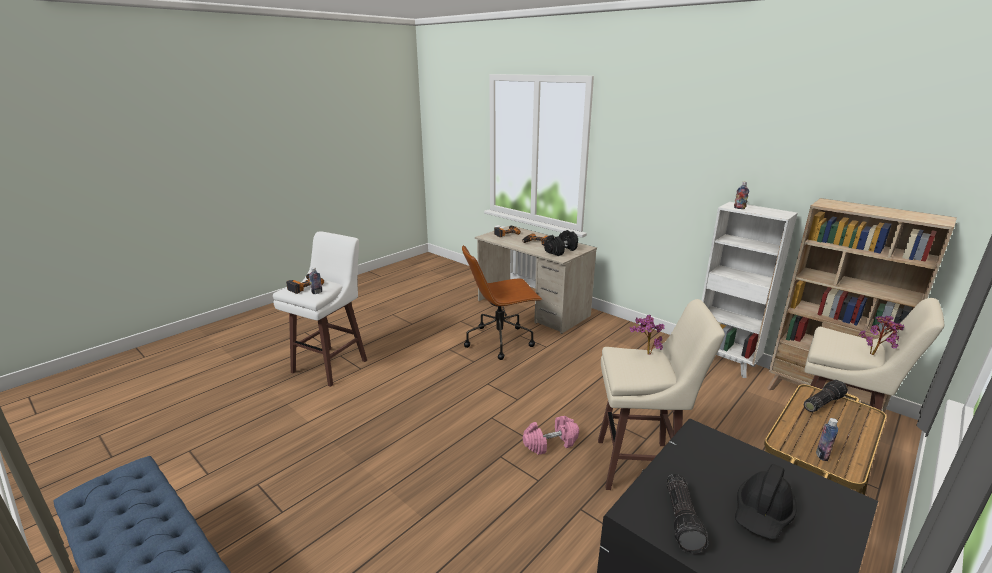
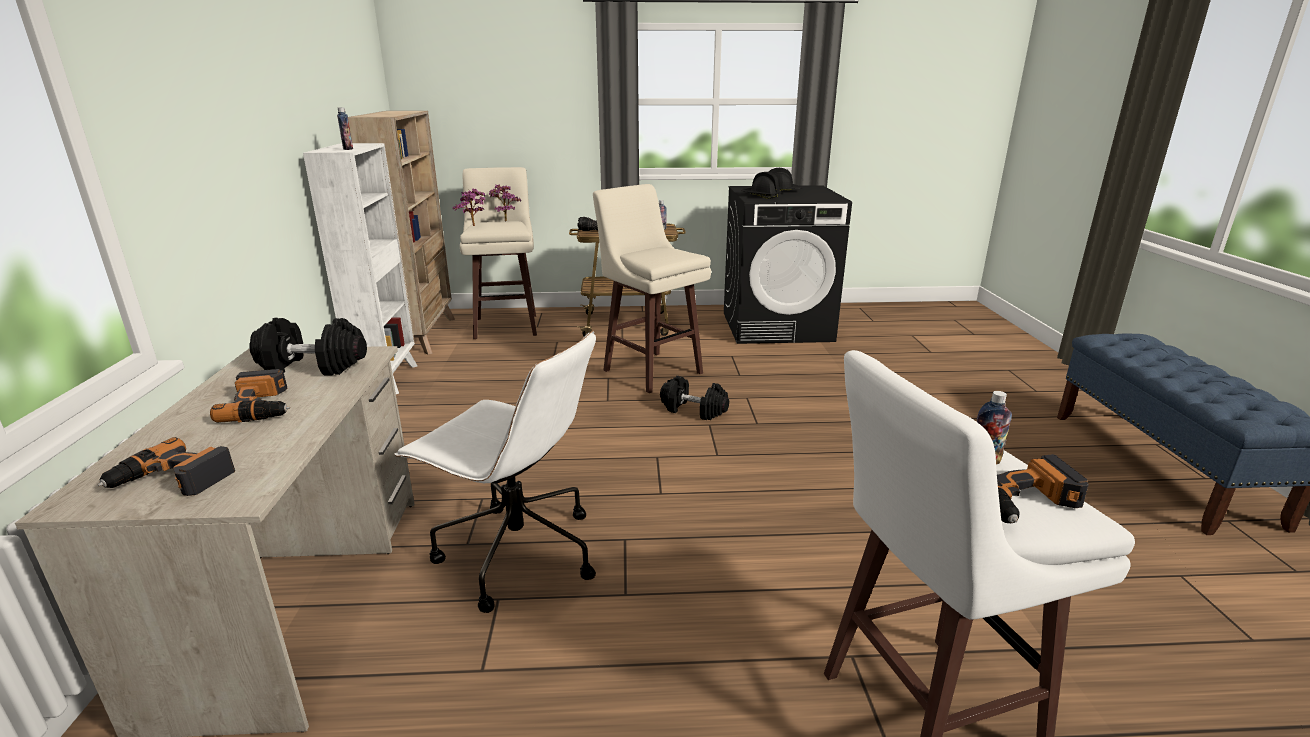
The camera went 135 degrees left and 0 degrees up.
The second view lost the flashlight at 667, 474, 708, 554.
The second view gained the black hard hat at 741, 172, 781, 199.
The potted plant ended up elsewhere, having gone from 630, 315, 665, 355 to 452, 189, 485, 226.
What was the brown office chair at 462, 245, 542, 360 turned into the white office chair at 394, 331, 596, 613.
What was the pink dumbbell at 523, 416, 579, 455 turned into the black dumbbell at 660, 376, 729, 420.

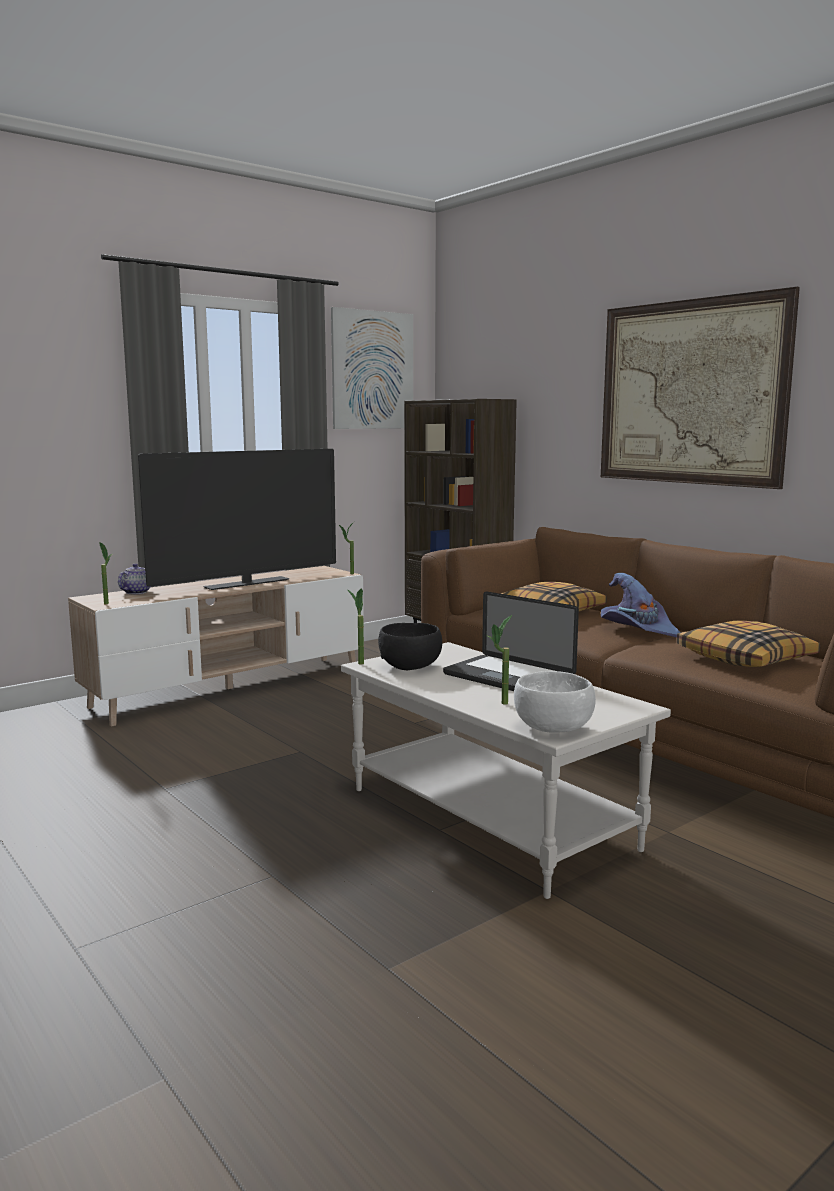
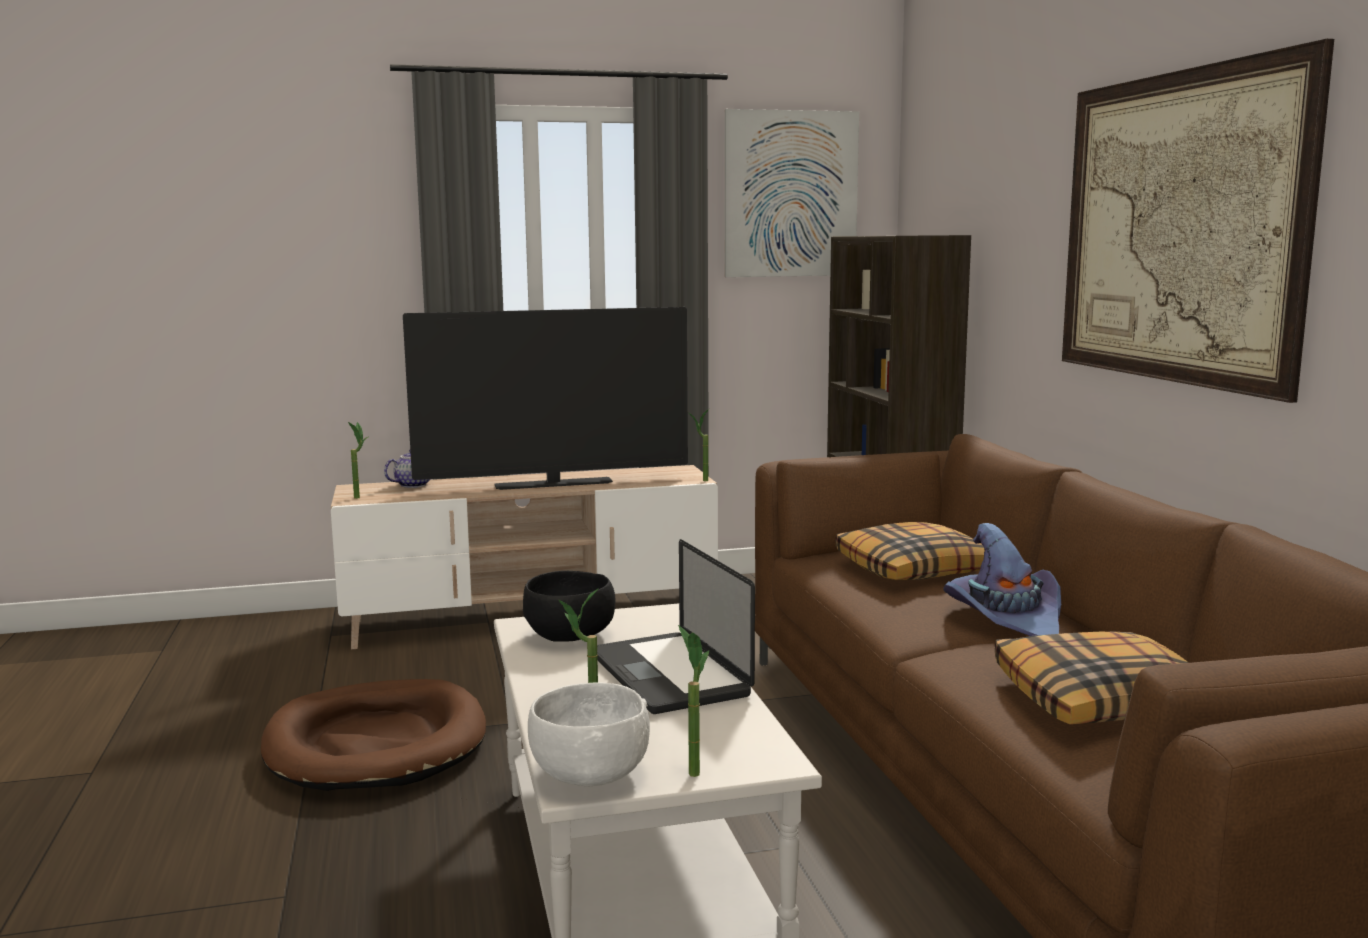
The camera went 25 degrees right and 0 degrees up.
The second view gained the brown dog bed at 261, 679, 486, 791.
The potted plant ended up elsewhere, having gone from 347, 588, 364, 665 to 678, 625, 709, 777.

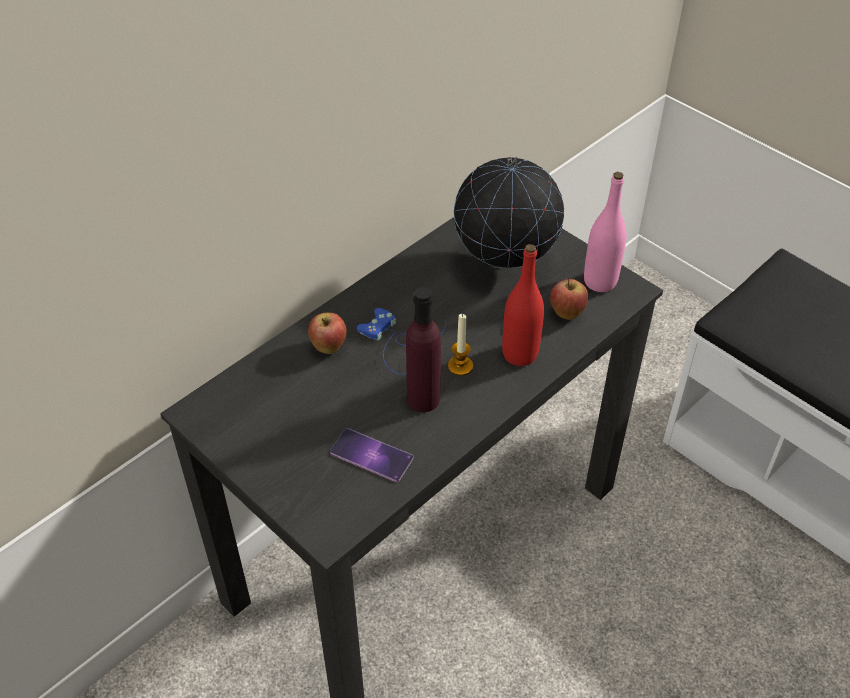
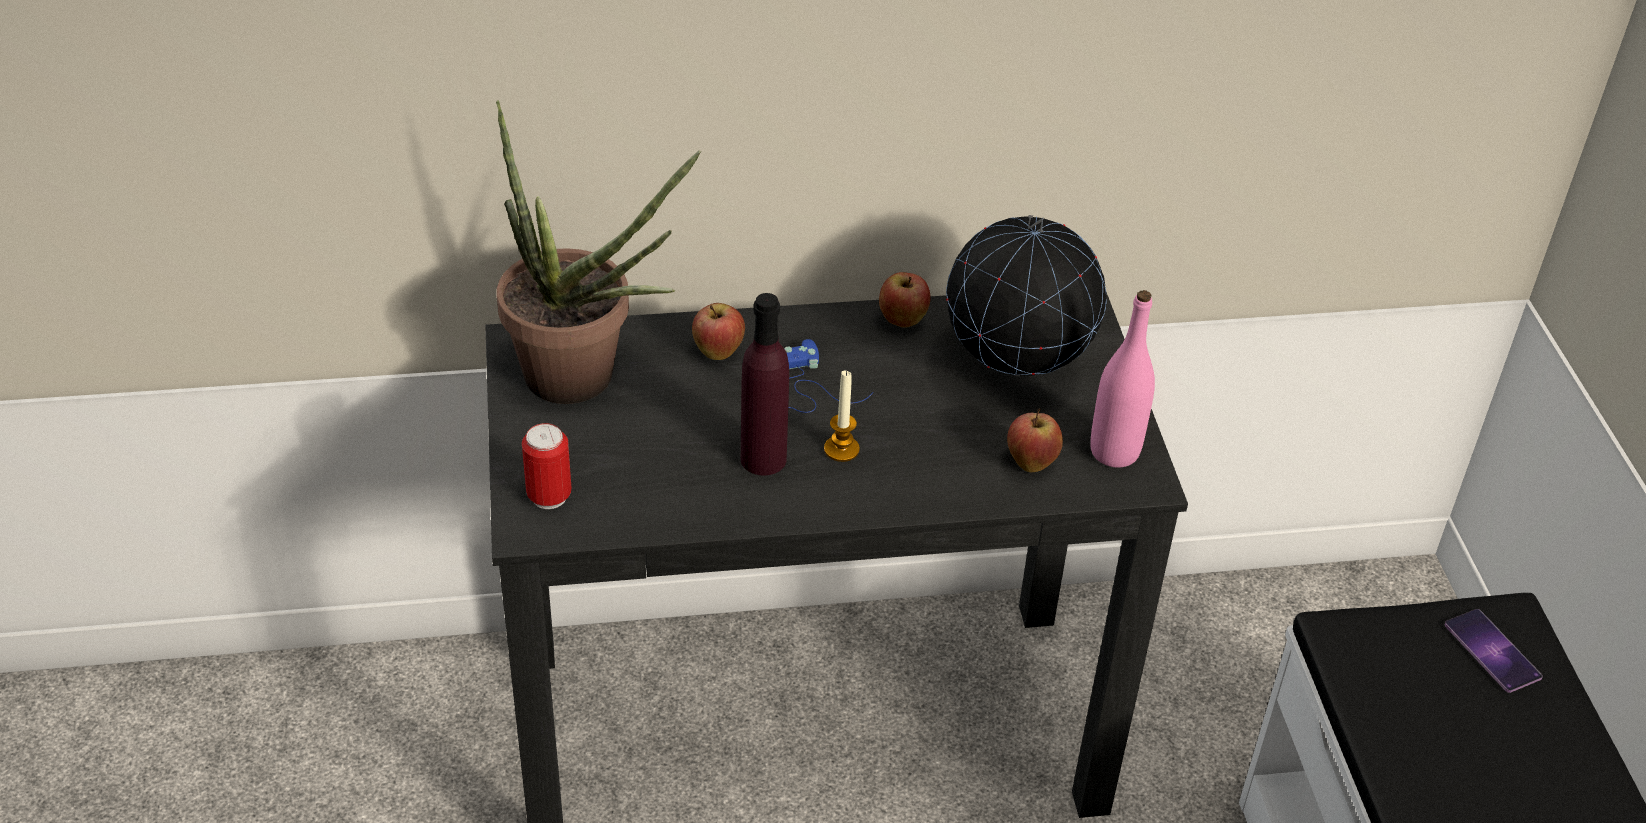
The camera went 35 degrees right and 5 degrees down.
The second view lost the red bottle at 502, 244, 544, 366.
The second view gained the potted plant at 496, 100, 701, 404.
The second view gained the can at 522, 423, 571, 509.
The second view gained the apple at 879, 272, 931, 328.
The phone ended up elsewhere, having gone from 330, 428, 414, 482 to 1445, 609, 1543, 693.

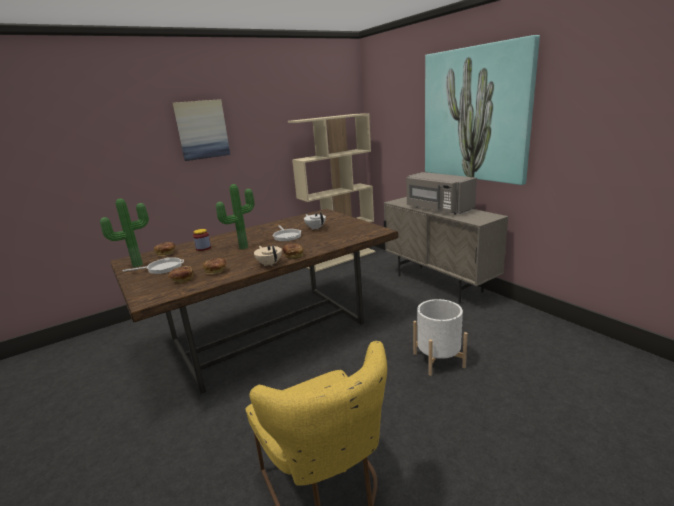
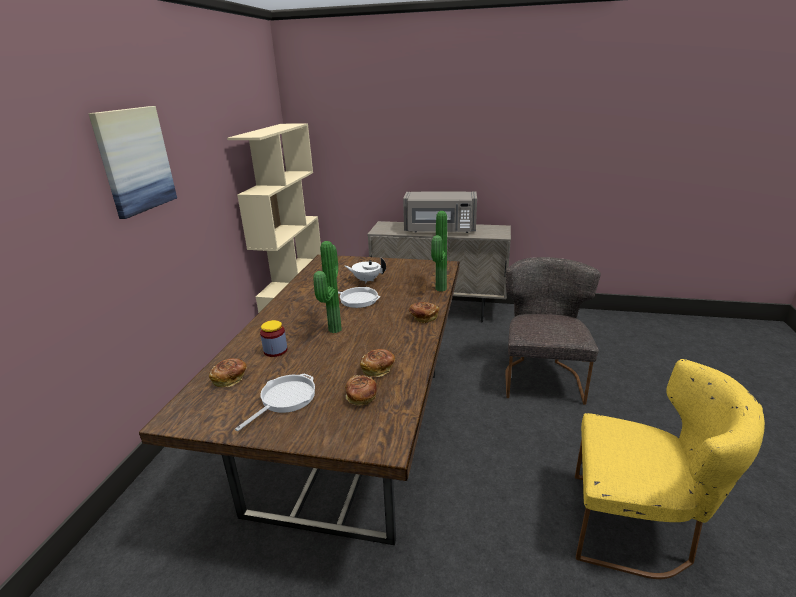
The camera went 45 degrees left and 5 degrees up.
The second view lost the beige teapot at 254, 245, 282, 266.
The second view lost the picture at 425, 35, 540, 185.
The potted plant ended up elsewhere, having gone from 100, 198, 149, 267 to 431, 211, 447, 291.
Where the white planter stood at 413, 299, 468, 376, the grey chair came to stand at 505, 257, 601, 405.

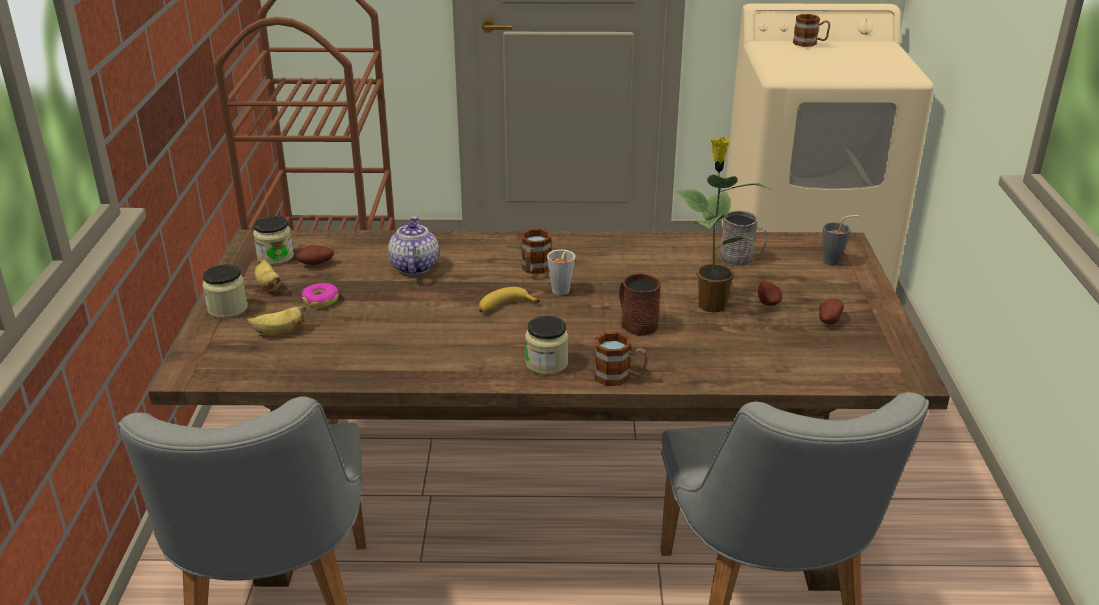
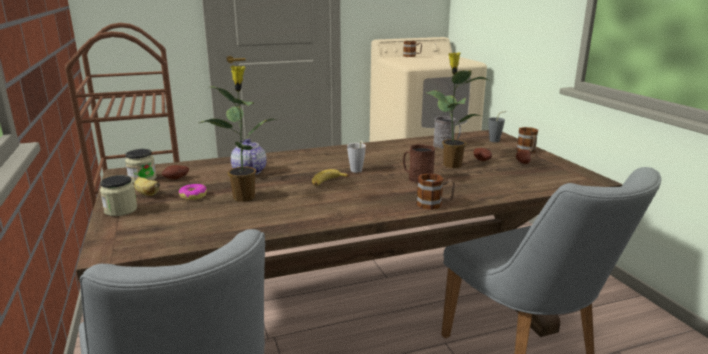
The camera went 20 degrees left and 10 degrees down.
The second view lost the banana at 247, 305, 306, 335.
The second view lost the jar at 525, 316, 568, 375.
The second view gained the potted plant at 200, 66, 277, 202.
The mug ended up elsewhere, having gone from 521, 228, 551, 274 to 516, 127, 538, 154.

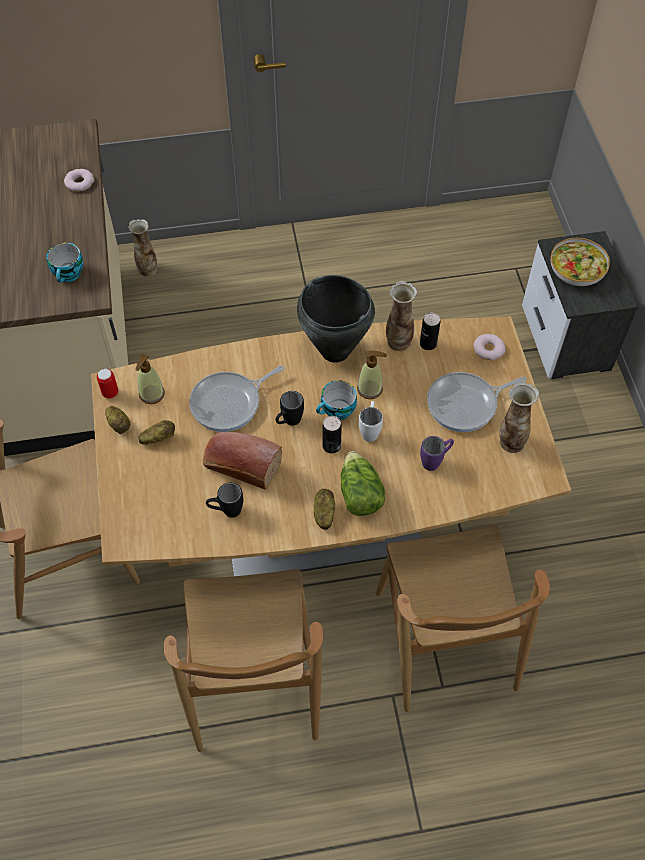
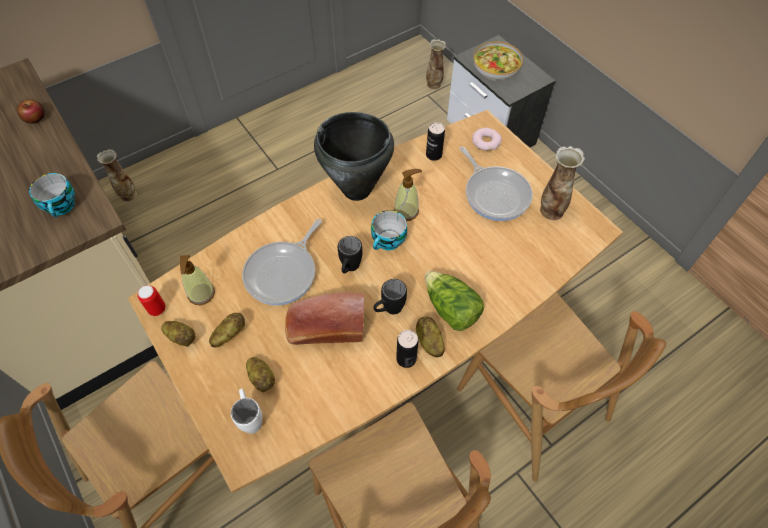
The camera went 25 degrees left and 0 degrees up.
The second view lost the purple mug at 420, 436, 454, 471.
The second view gained the potato at 246, 357, 275, 393.
The black mug ended up elsewhere, having gone from 206, 483, 243, 518 to 373, 279, 407, 314.
The can ended up elsewhere, having gone from 323, 416, 342, 453 to 396, 330, 419, 368.
The white mug ended up elsewhere, having gone from 359, 401, 383, 442 to 231, 388, 263, 434.
The vase ended up elsewhere, having gone from 386, 281, 417, 351 to 426, 39, 446, 89.
Where the donut stood at 64, 169, 94, 192, the apple came to stand at 17, 99, 45, 124.
The frying pan at 427, 372, 527, 432 ended up facing another way, 75 degrees counterclockwise from before.

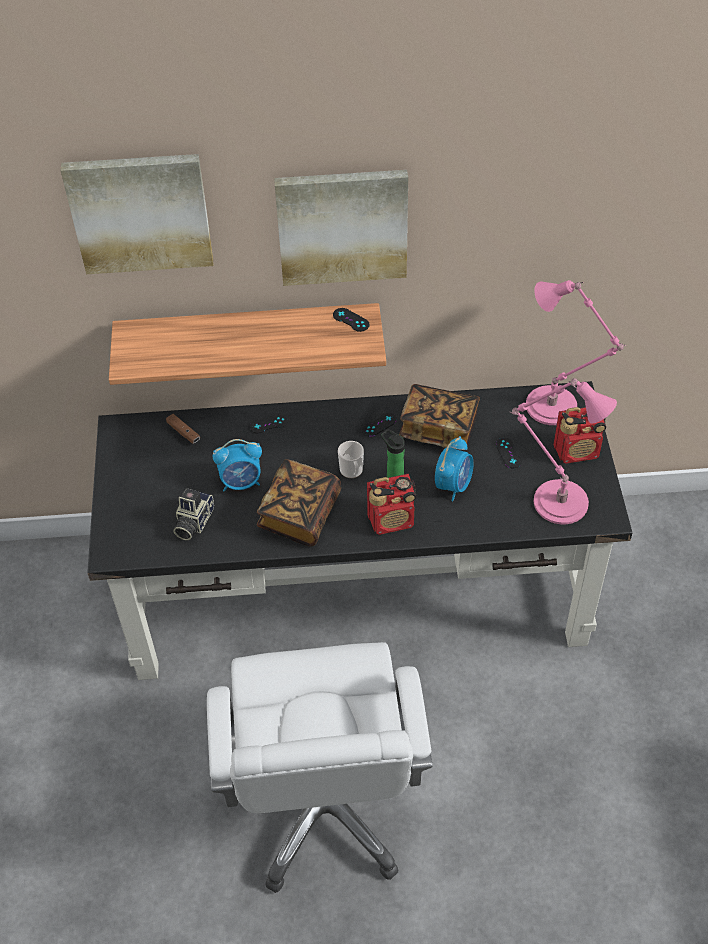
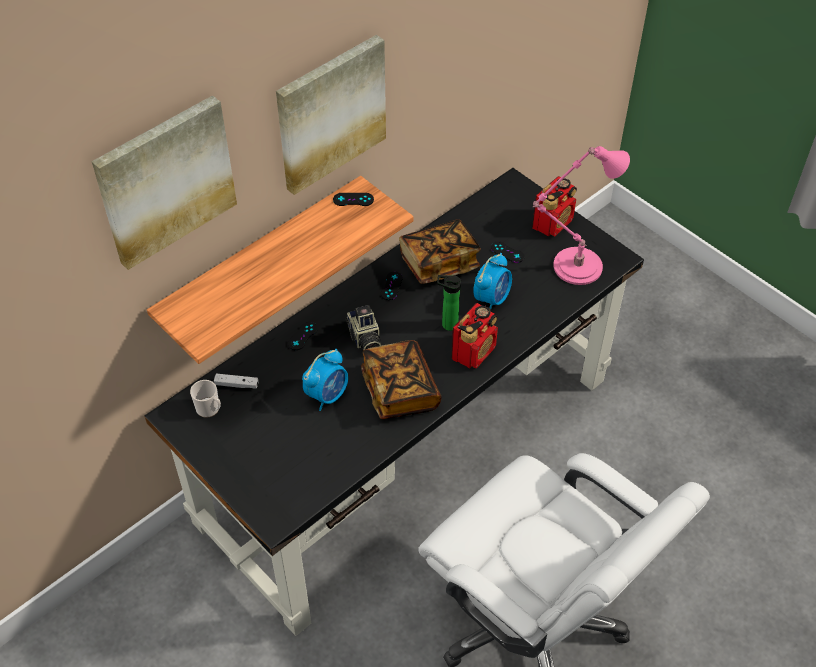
The camera went 40 degrees left and 0 degrees up.
The second view lost the pink table lamp at 526, 280, 626, 425.
The photo camera ended up elsewhere, having gone from 173, 488, 214, 540 to 345, 305, 381, 350.
The mug ended up elsewhere, having gone from 338, 441, 364, 478 to 190, 380, 221, 418.
What was the brown game controller at 166, 414, 200, 444 turned into the white game controller at 214, 373, 259, 389.
The alarm clock at 435, 436, 473, 501 ended up facing another way, 45 degrees clockwise from before.

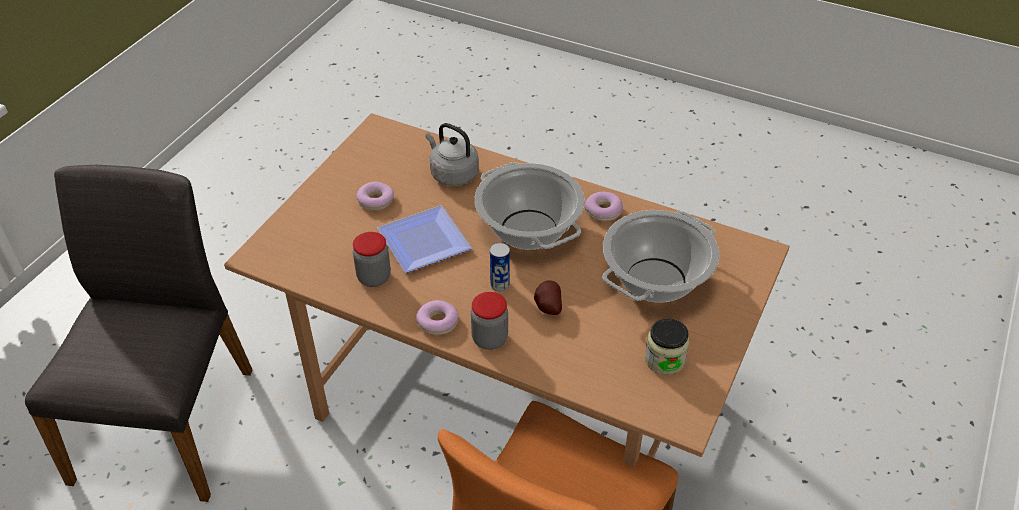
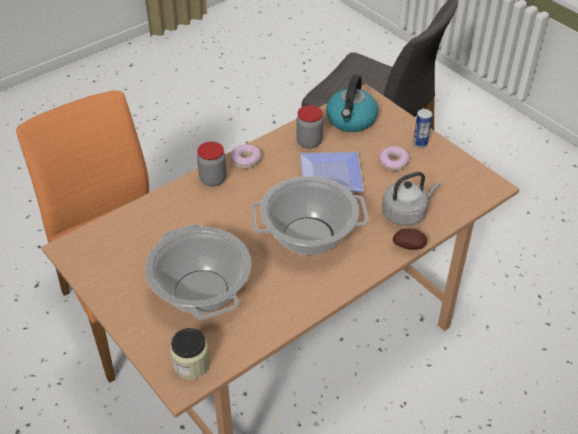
The camera went 115 degrees right and 0 degrees up.
The second view lost the donut at 585, 192, 623, 221.
The second view gained the kettle at 326, 74, 378, 132.
The can ended up elsewhere, having gone from 490, 243, 510, 292 to 413, 109, 432, 148.
The potato ended up elsewhere, having gone from 534, 280, 562, 315 to 393, 229, 427, 250.
The jar ended up elsewhere, having gone from 645, 319, 689, 375 to 170, 328, 210, 380.

